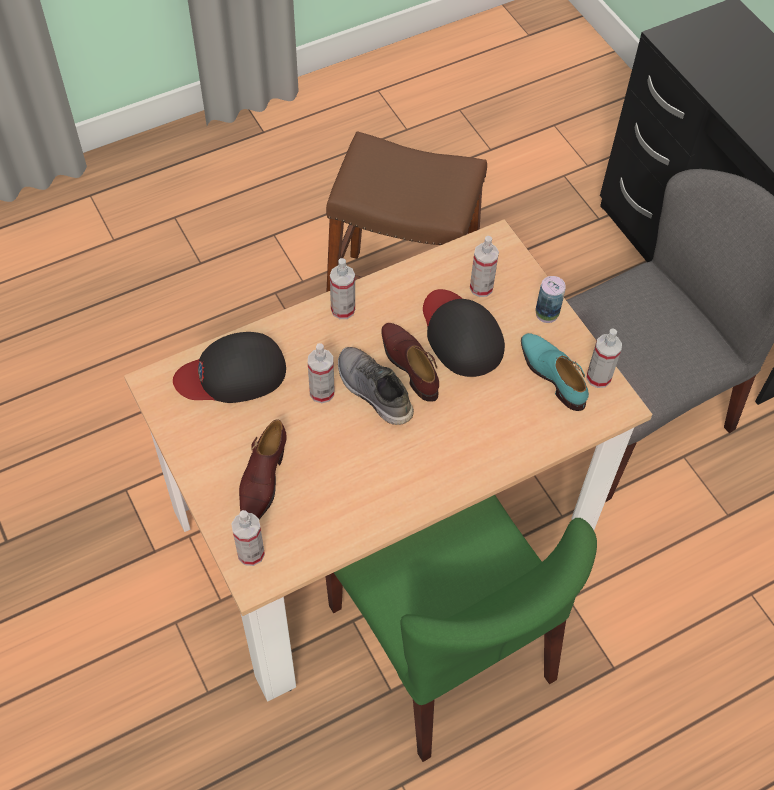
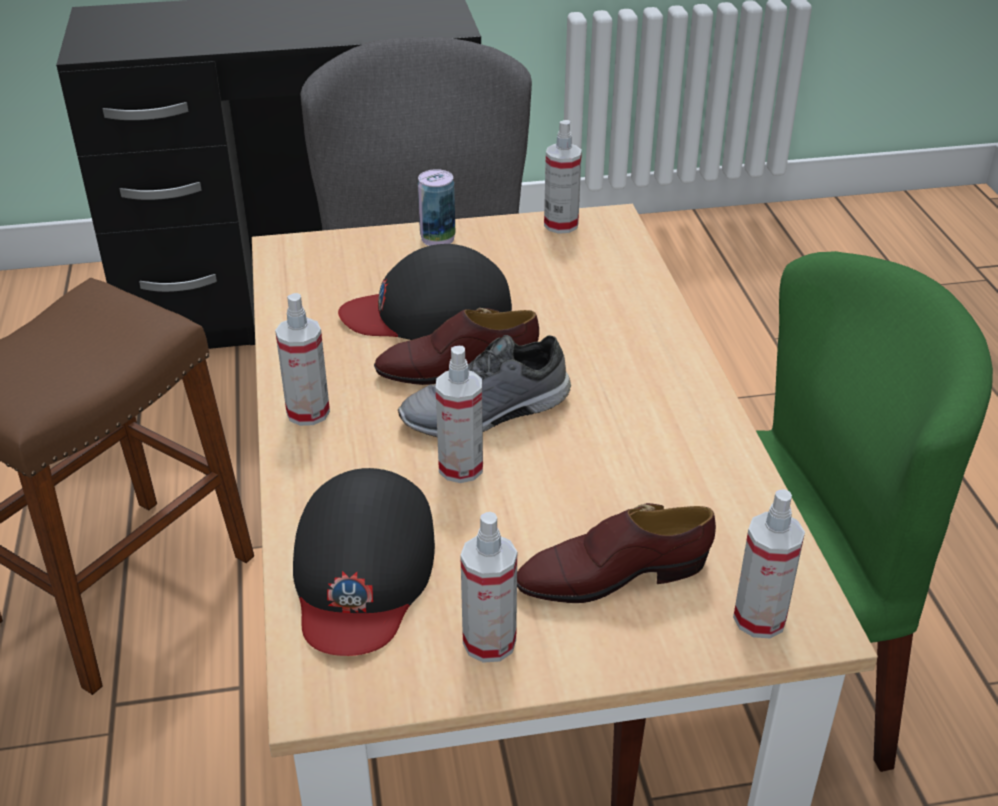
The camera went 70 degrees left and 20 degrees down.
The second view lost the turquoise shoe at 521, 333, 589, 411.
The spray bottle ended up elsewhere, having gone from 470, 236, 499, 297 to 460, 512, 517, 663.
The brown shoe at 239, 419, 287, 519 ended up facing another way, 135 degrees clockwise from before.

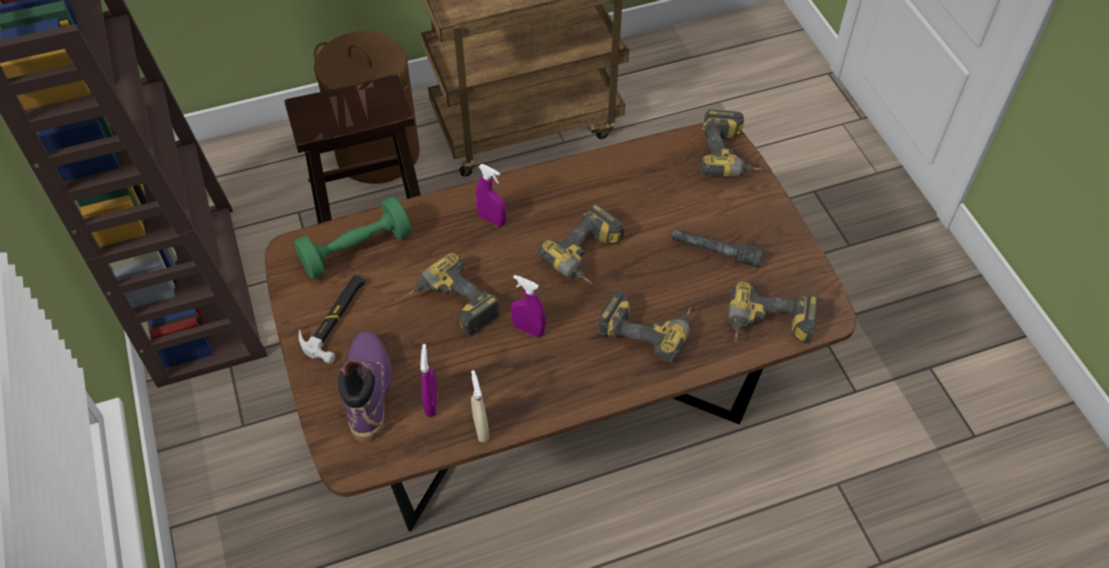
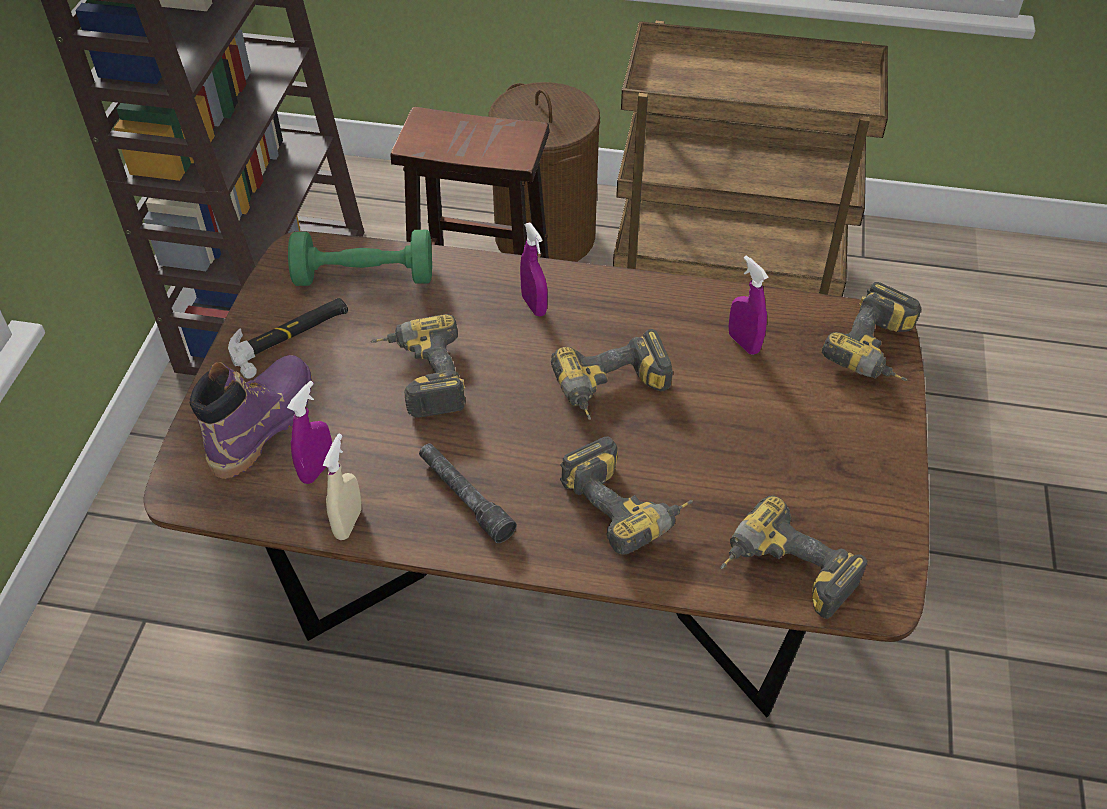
The camera went 30 degrees right and 5 degrees down.
The purple spray bottle ended up elsewhere, having gone from 511, 275, 546, 337 to 729, 255, 769, 355.
The grey flashlight ended up elsewhere, having gone from 671, 229, 764, 268 to 419, 443, 517, 543.

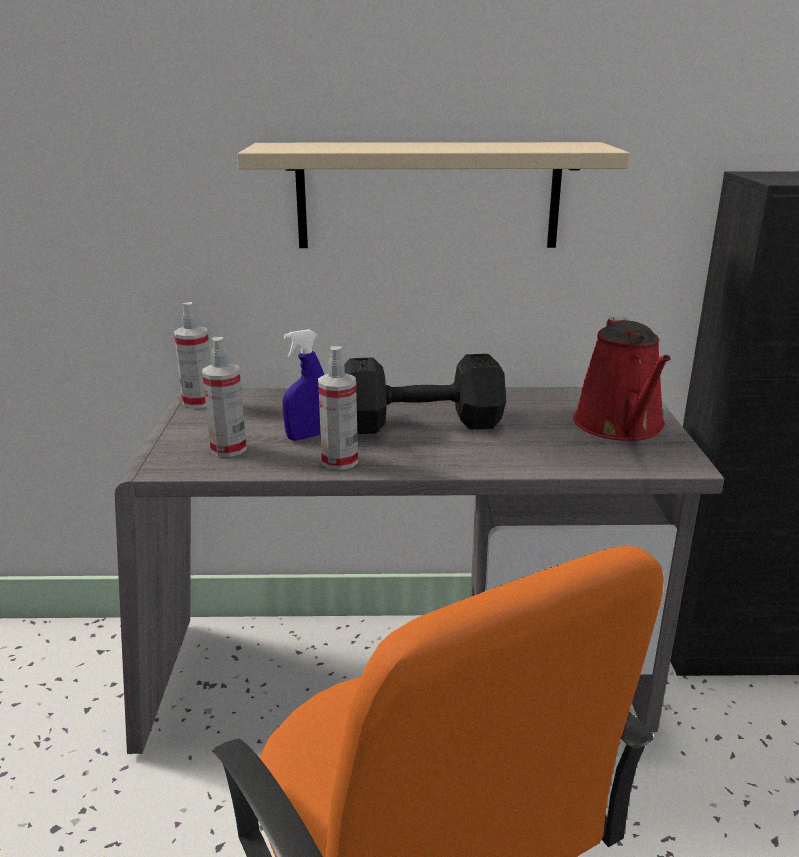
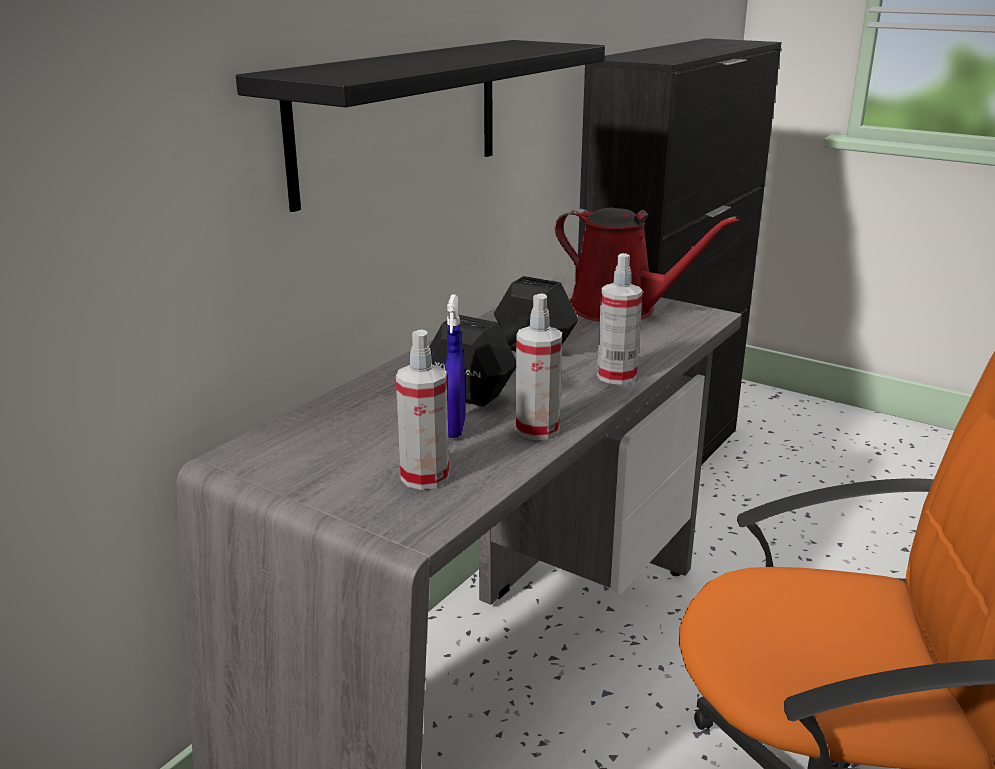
The camera went 55 degrees left and 0 degrees up.
The spray bottle ended up elsewhere, having gone from 174, 302, 211, 409 to 597, 253, 643, 385.
What was the beige shelf at 237, 142, 630, 248 turned into the black shelf at 236, 40, 605, 212.

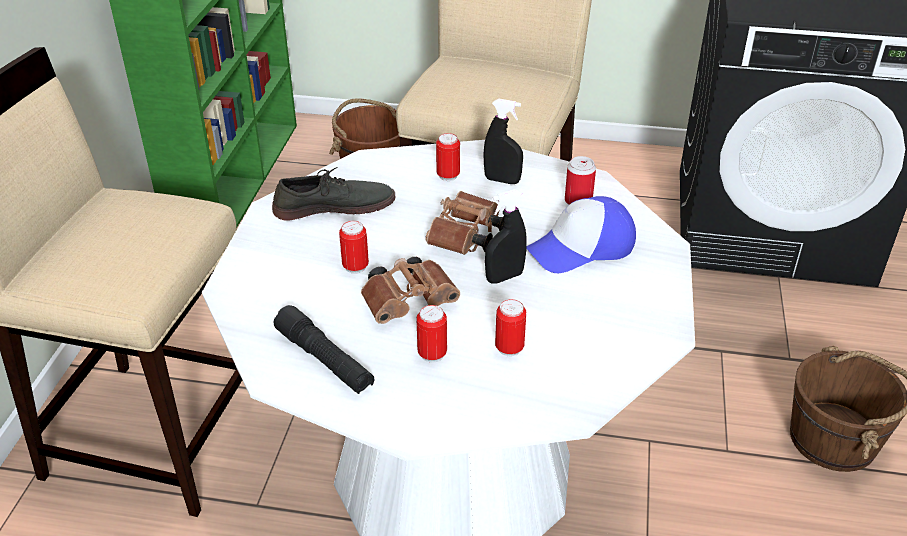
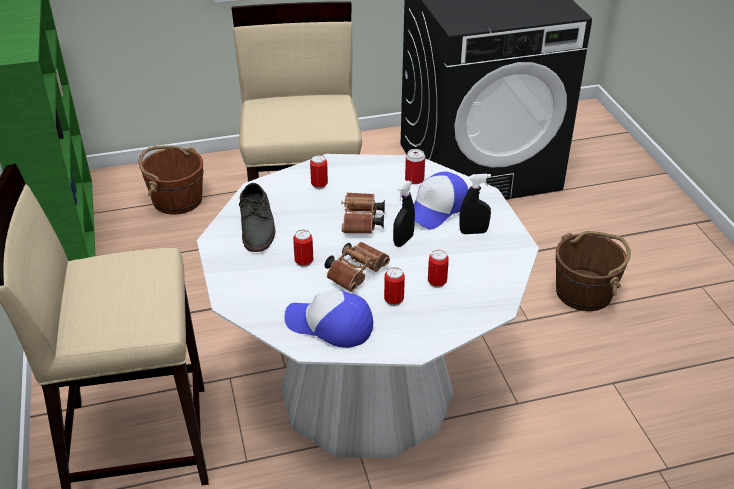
The camera went 25 degrees left and 0 degrees up.
The black spray bottle ended up elsewhere, having gone from 483, 99, 523, 184 to 459, 174, 491, 234.
Where the black flashlight stood at 274, 305, 375, 394, the cap came to stand at 285, 290, 373, 348.
The grey shoe at 272, 167, 396, 221 ended up facing another way, 120 degrees clockwise from before.

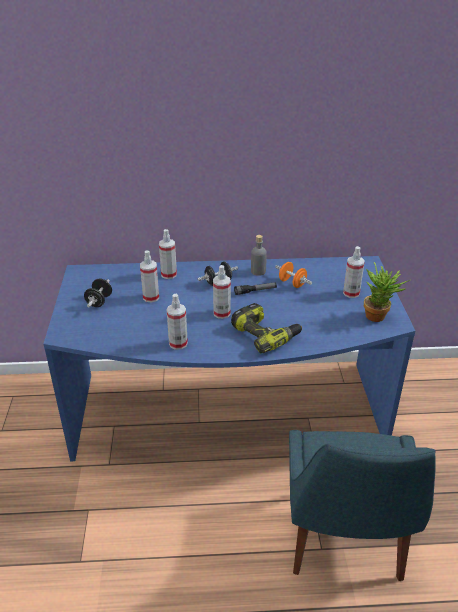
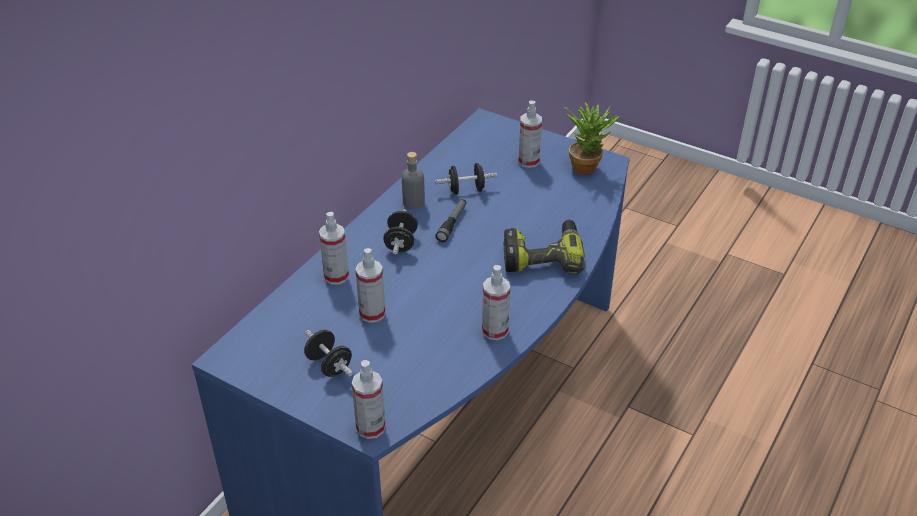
The camera went 55 degrees left and 5 degrees up.
The second view lost the blue chair at 289, 430, 436, 581.
The spray bottle ended up elsewhere, having gone from 213, 265, 231, 319 to 352, 360, 386, 439.
What was the orange dumbbell at 275, 262, 312, 288 turned into the black dumbbell at 435, 163, 498, 195.

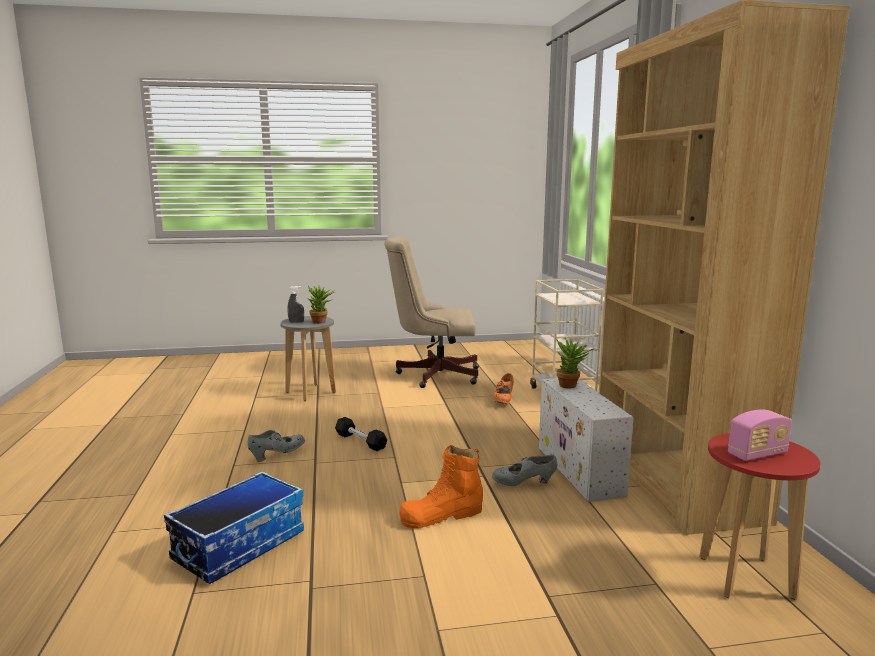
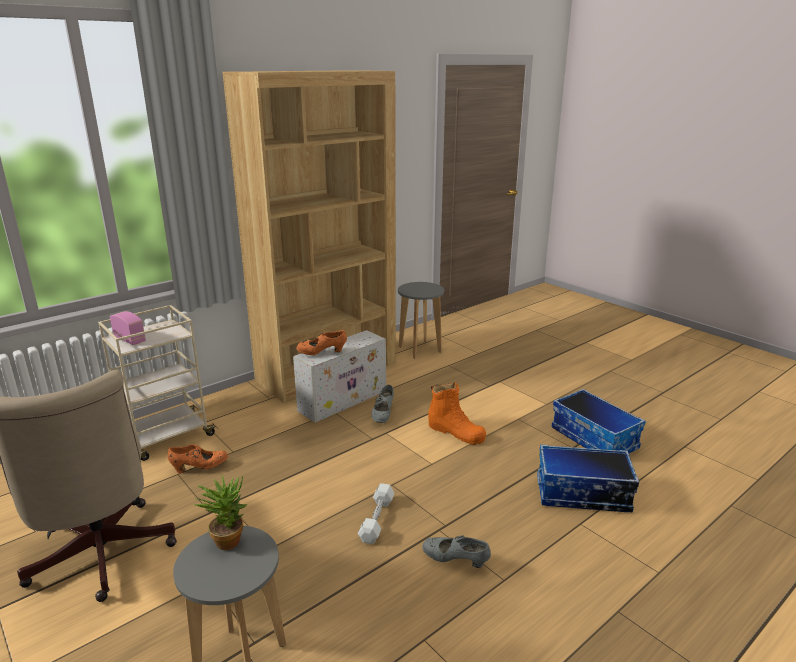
The camera went 120 degrees left and 10 degrees up.
The second view lost the grey spray bottle at 288, 286, 304, 323.
The second view gained the storage box at 551, 389, 646, 453.
The radio ended up elsewhere, having gone from 728, 409, 792, 461 to 110, 311, 146, 345.
Where the potted plant stood at 556, 338, 593, 389, the orange shoe came to stand at 296, 330, 347, 355.
What was the black dumbbell at 335, 417, 387, 451 turned into the white dumbbell at 358, 483, 395, 544.
What was the red stool at 699, 433, 821, 600 turned into the grey stool at 398, 282, 444, 358.
The grey shoe at 492, 454, 557, 486 ended up facing another way, 45 degrees clockwise from before.

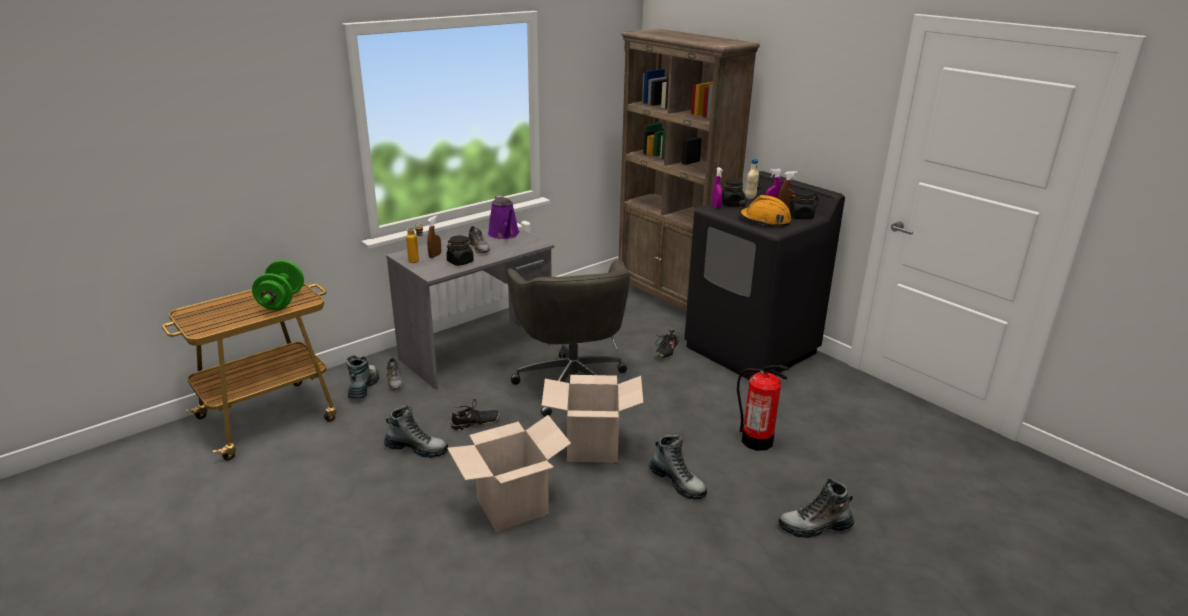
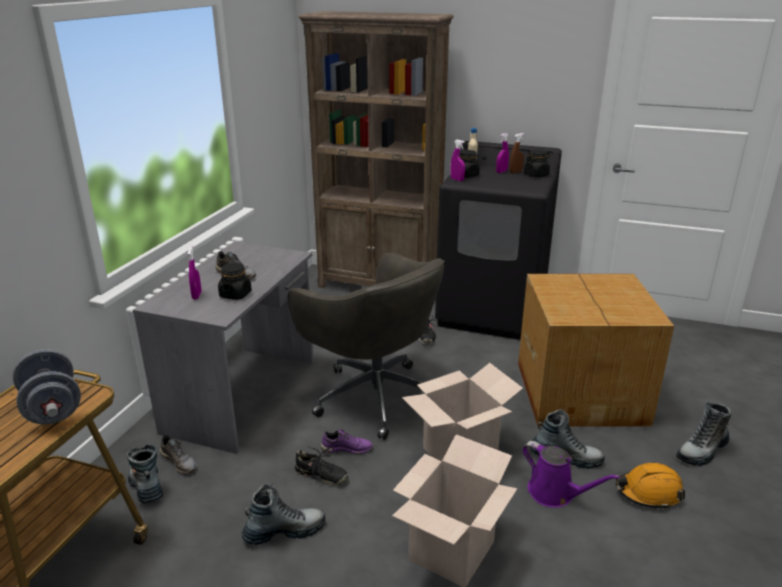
The camera went 30 degrees left and 0 degrees up.
The second view lost the bottle at 406, 223, 423, 263.
The second view gained the purple shoe at 321, 429, 373, 454.
The purple watering can ended up elsewhere, having gone from 488, 195, 520, 239 to 522, 441, 620, 508.
The orange hard hat ended up elsewhere, having gone from 739, 195, 791, 226 to 616, 463, 685, 510.
Where the fire extinguisher stood at 737, 365, 789, 451, the cardboard box came to stand at 518, 274, 674, 426.
What was the green dumbbell at 252, 260, 304, 310 turned into the grey dumbbell at 13, 349, 81, 424.
What was the brown spray bottle at 427, 216, 441, 258 turned into the purple spray bottle at 188, 246, 201, 299.
The black shoe at 451, 399, 500, 430 ended up facing another way, 75 degrees clockwise from before.

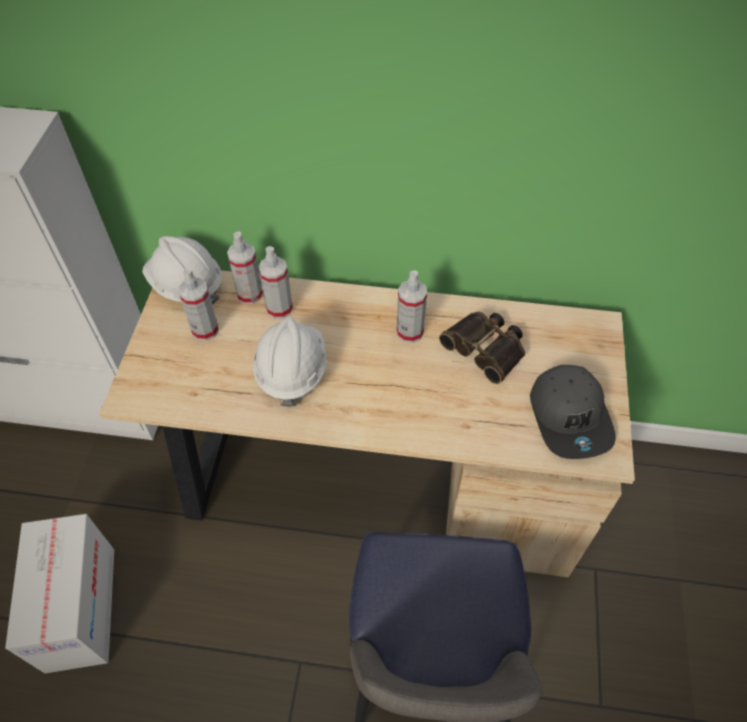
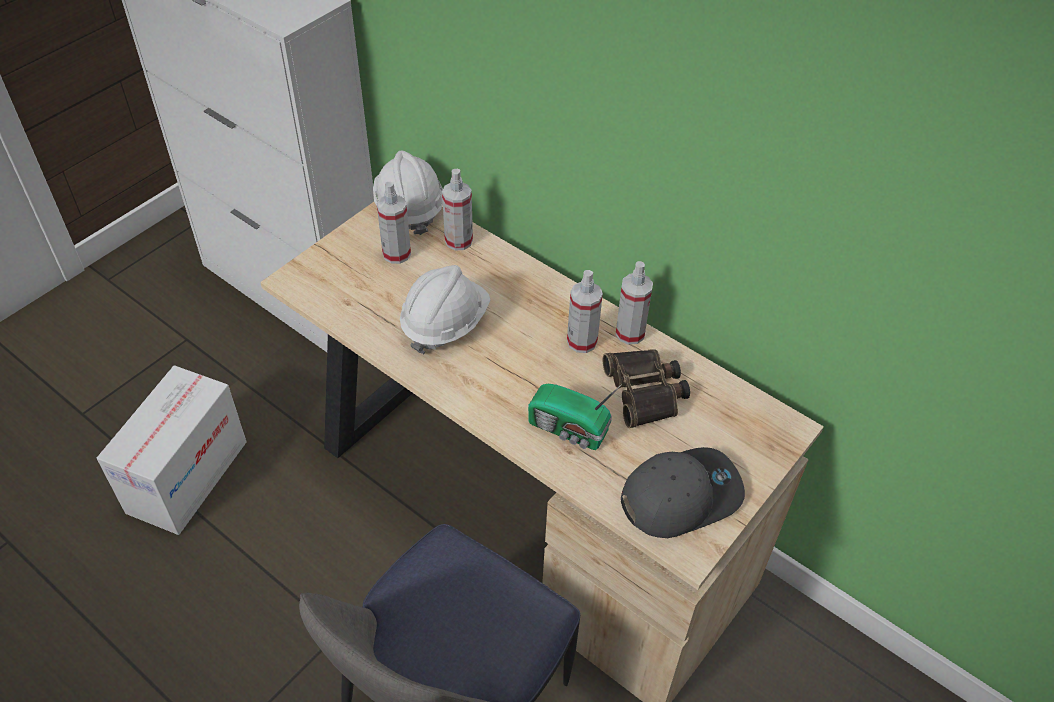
The camera went 30 degrees right and 5 degrees down.
The second view gained the radio at 528, 384, 622, 450.
The spray bottle ended up elsewhere, having gone from 258, 246, 293, 319 to 615, 261, 653, 345.
The grey cap at 530, 365, 616, 459 ended up facing another way, 135 degrees counterclockwise from before.

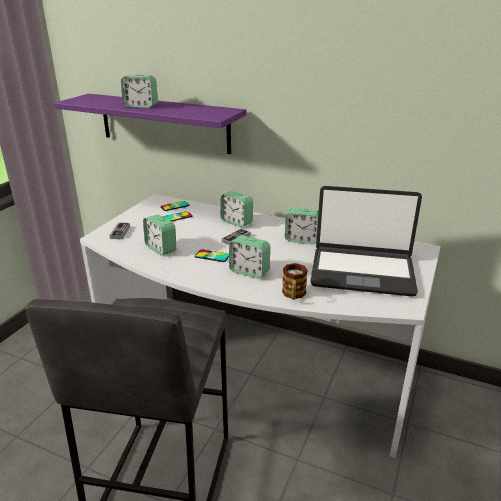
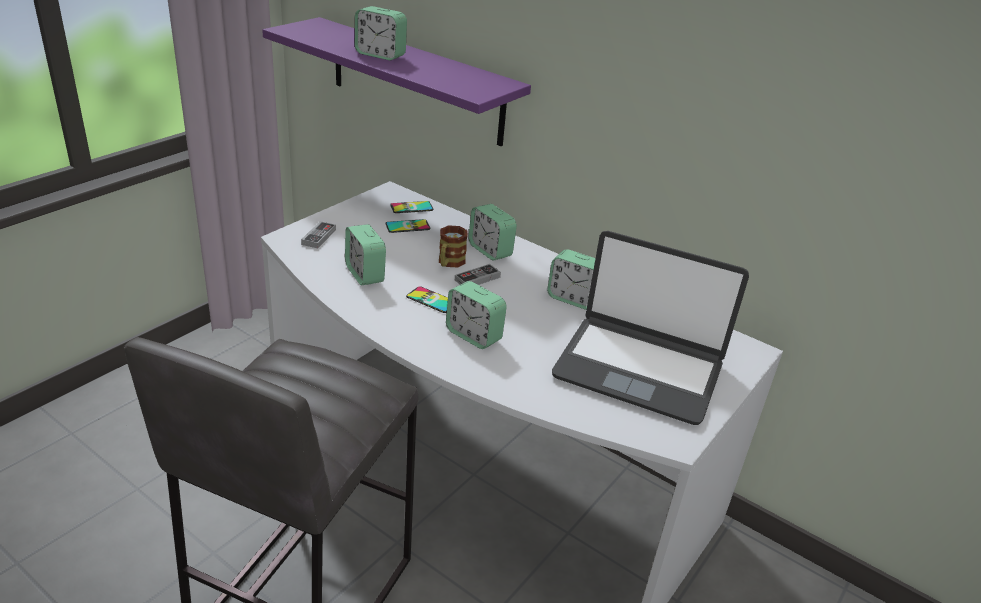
The camera went 10 degrees right and 5 degrees up.
The mug ended up elsewhere, having gone from 282, 263, 308, 300 to 439, 225, 468, 267.

